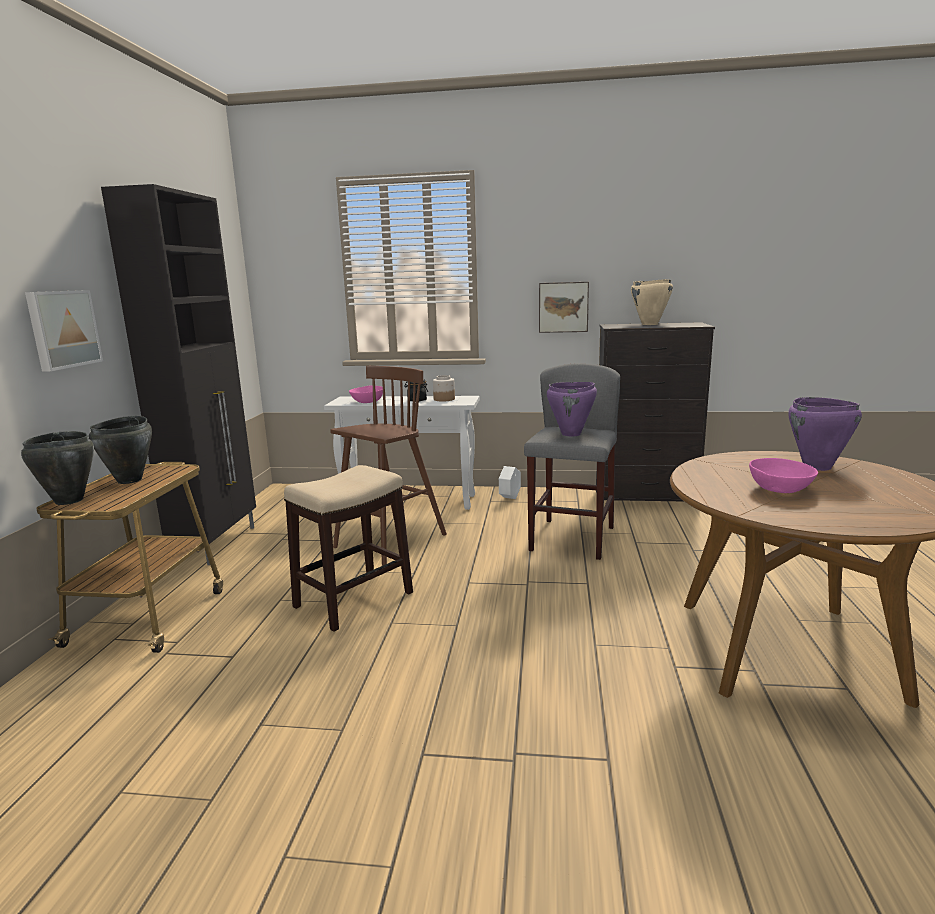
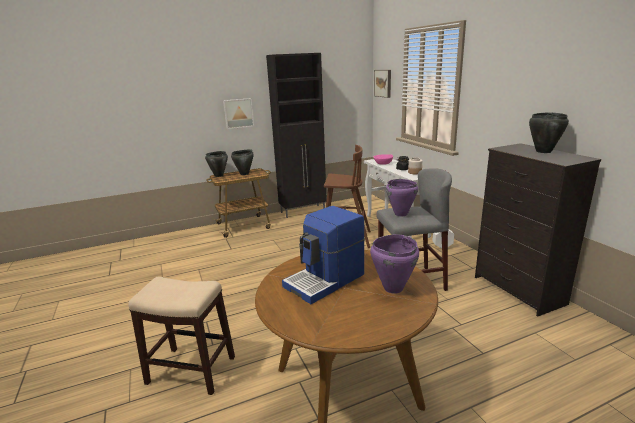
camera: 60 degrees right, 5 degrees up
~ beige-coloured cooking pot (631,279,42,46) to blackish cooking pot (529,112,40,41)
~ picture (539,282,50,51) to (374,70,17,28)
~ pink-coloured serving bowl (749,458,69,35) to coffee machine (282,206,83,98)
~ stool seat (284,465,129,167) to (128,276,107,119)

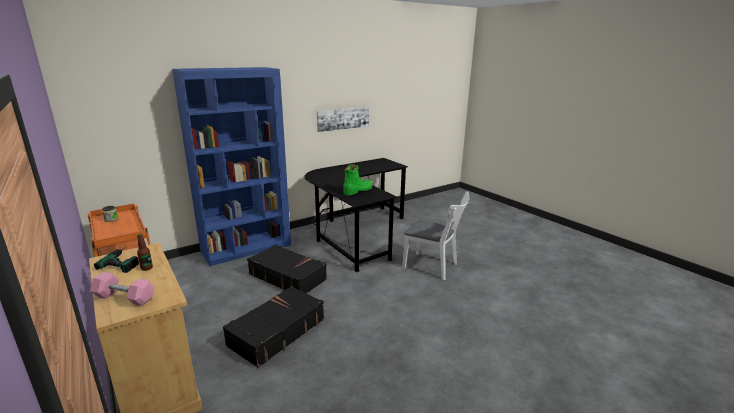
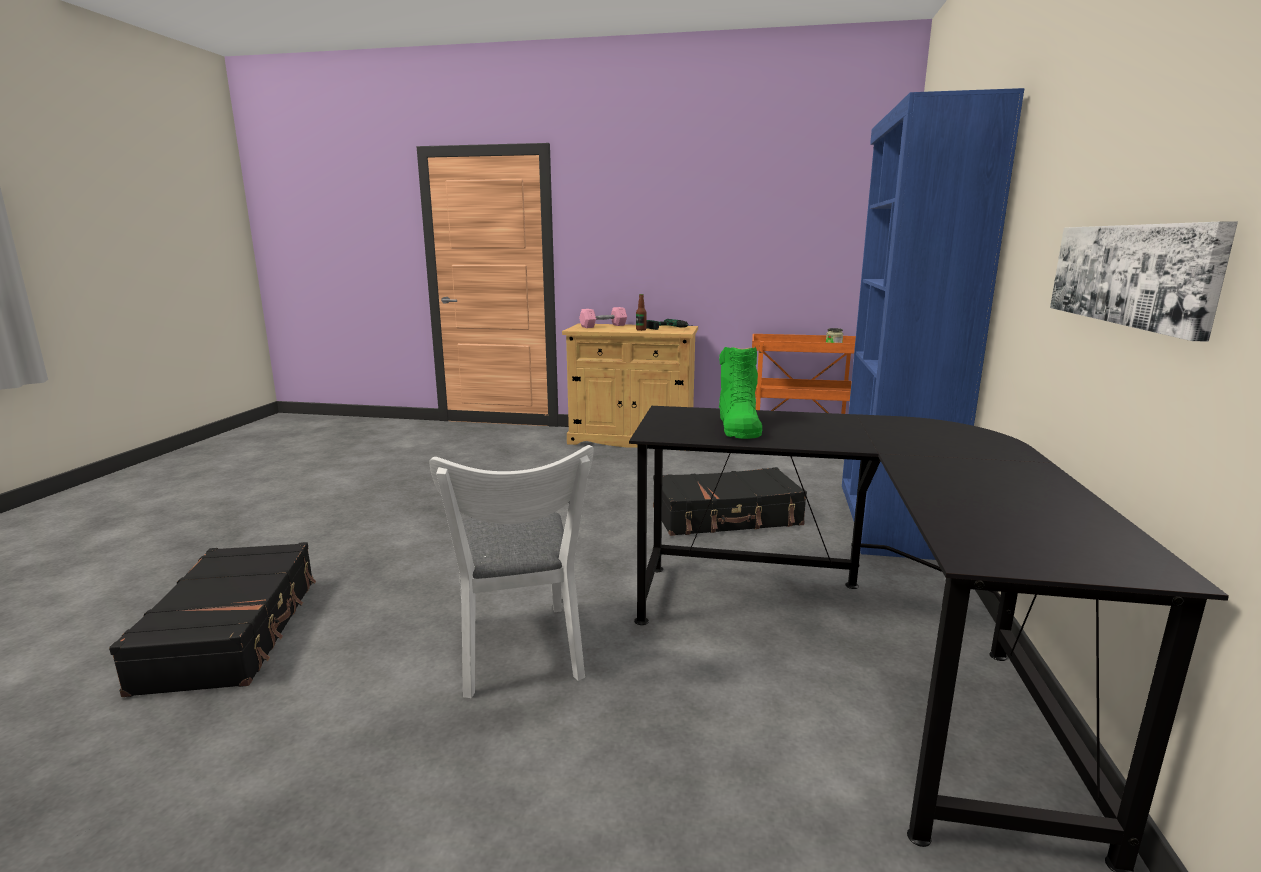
camera: 135 degrees right, 5 degrees down
~ whitish upright chair (402,191,67,89) = (430,445,164,253) 90 degrees counterclockwise
~ blackish travel case (223,286,101,82) to (109,542,207,155)

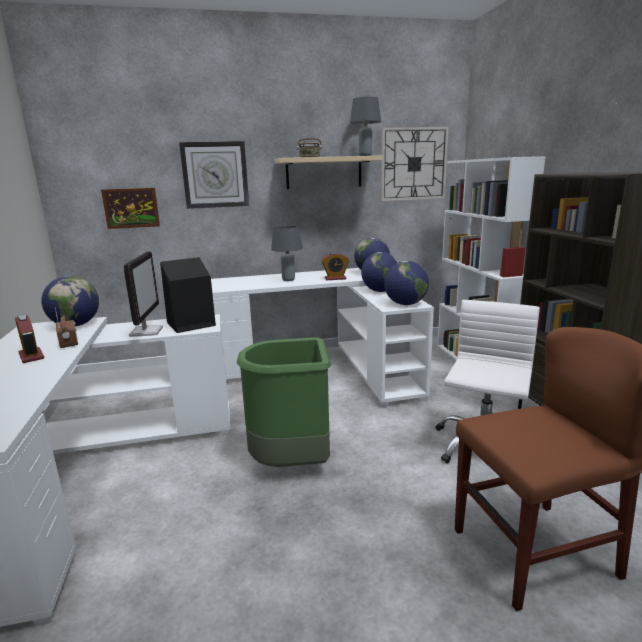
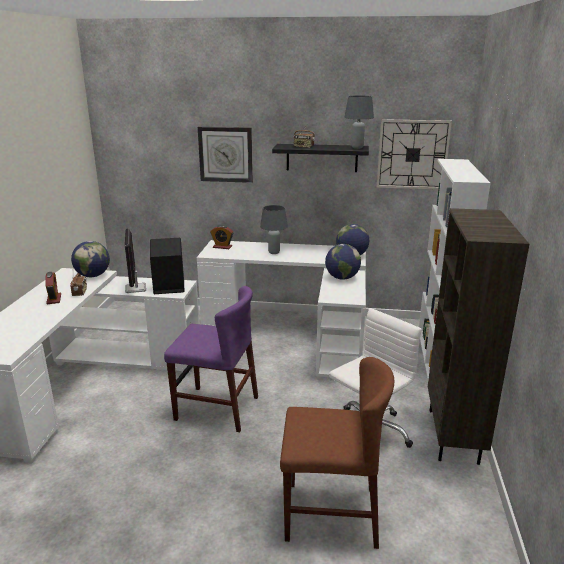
camera: 20 degrees right, 5 degrees up
~ beige-coloured wall shelf (274,156,109,33) to blackish wall shelf (272,144,97,28)
- picture (101,188,59,41)
~ monitor (124,251,39,86) = (125,228,21,65) 150 degrees clockwise
~ alarm clock (322,252,27,28) to (210,225,23,24)
- world globe (384,261,45,44)
~ greenish rubbish bin (237,337,94,130) to purple-coloured upright chair (164,286,94,146)

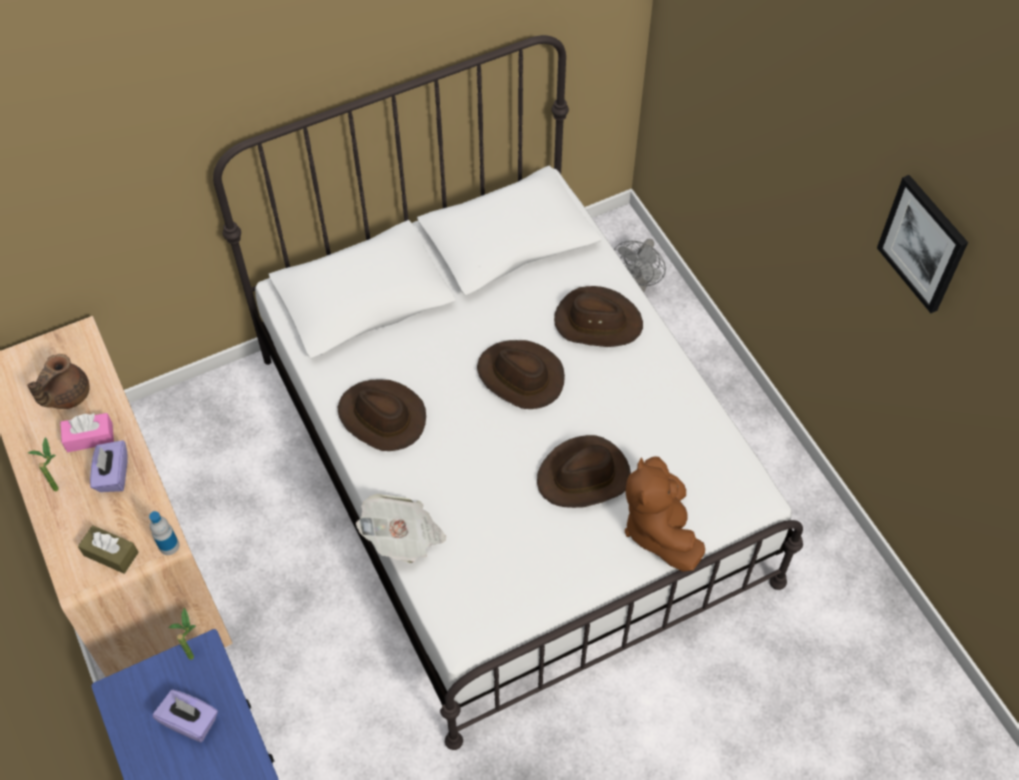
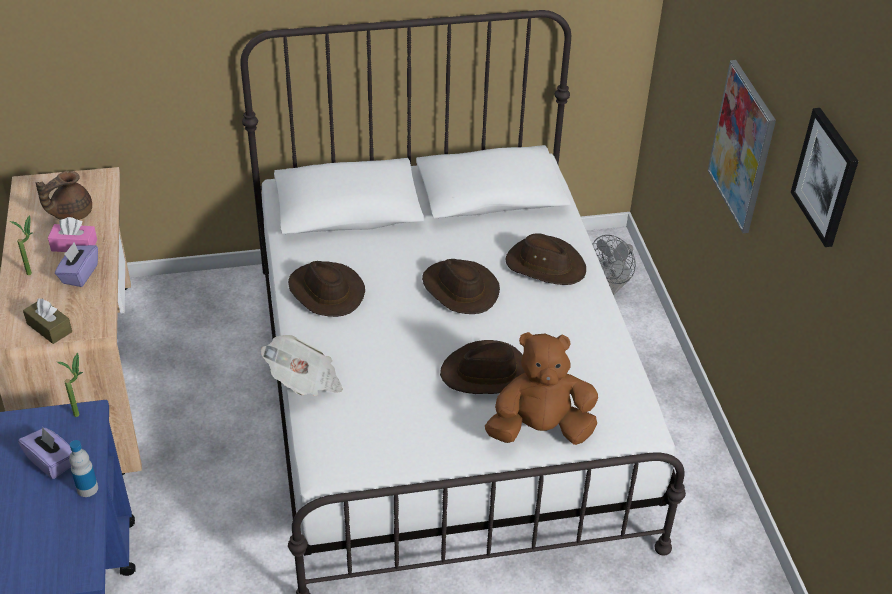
camera: 15 degrees right, 15 degrees down
~ brown plush toy (625,456,80,116) = (485,332,113,113) 75 degrees clockwise
~ drink bottle (149,511,30,44) to (69,440,29,57)
+ picture (708,60,68,173)

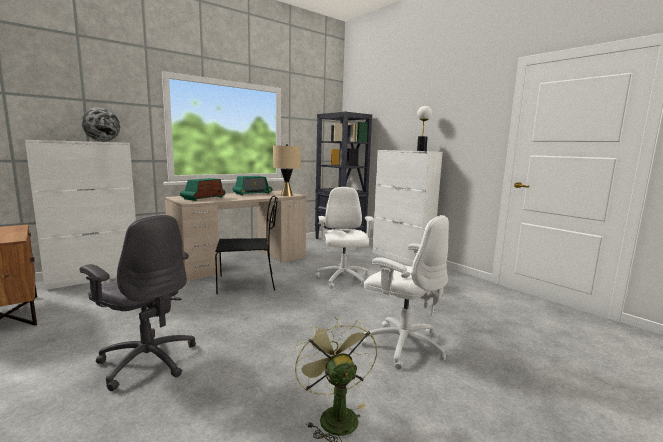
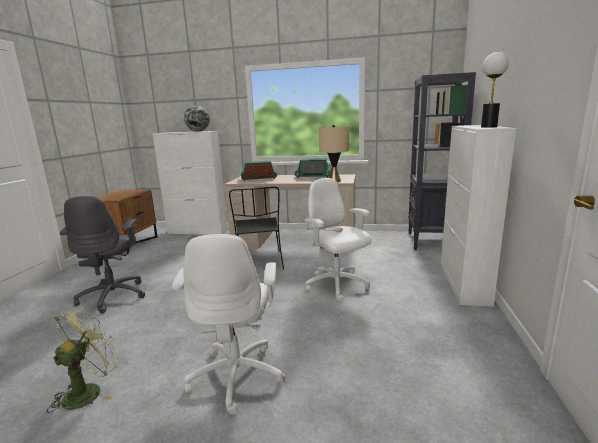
camera: 50 degrees right, 5 degrees up
~ whitish computer chair (315,187,59,101) = (304,178,67,124) 75 degrees counterclockwise
~ blackish upright chair (215,196,63,99) = (229,187,55,83) 45 degrees clockwise

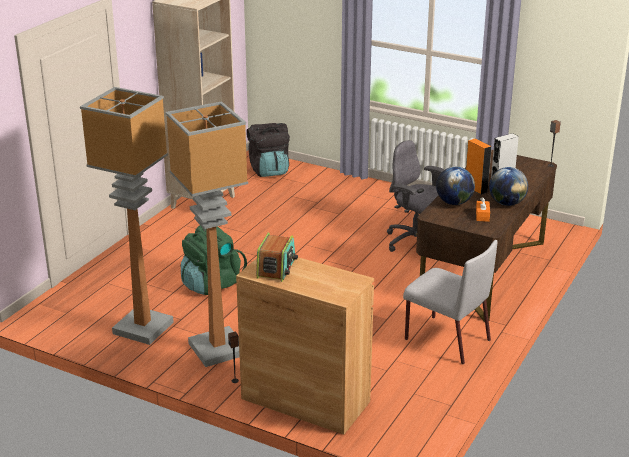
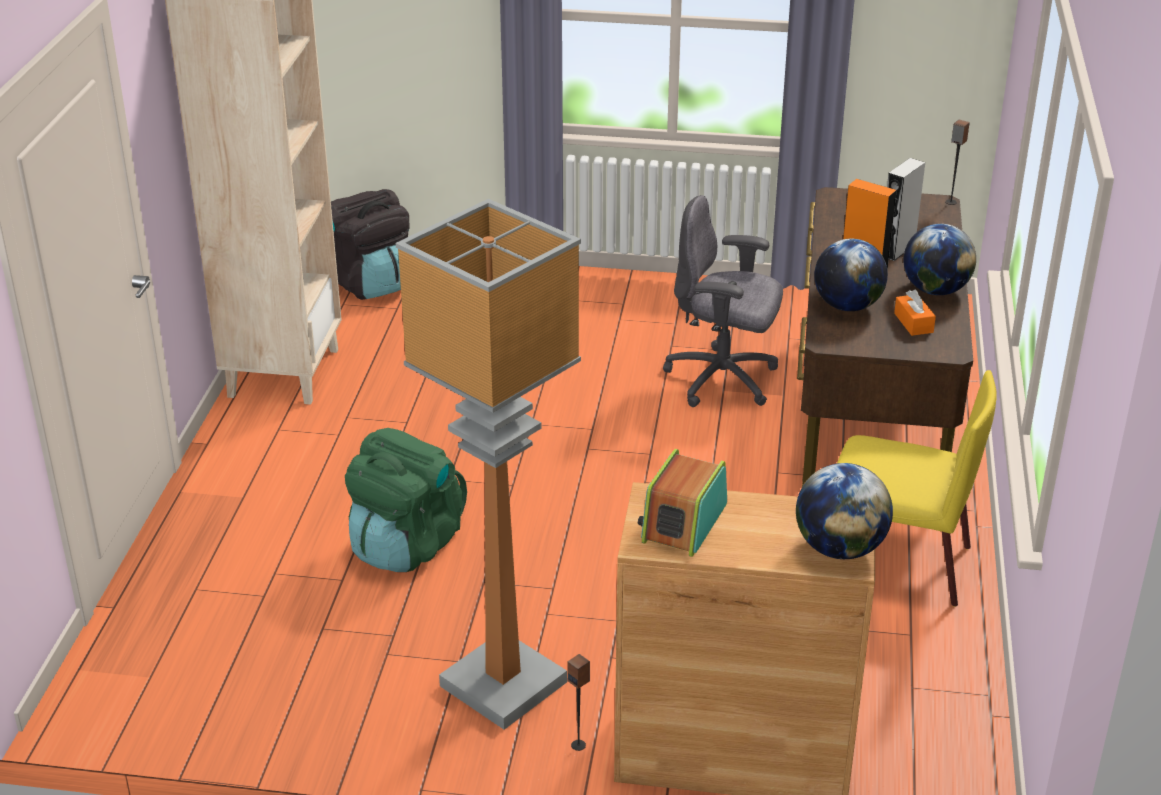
camera: 20 degrees left, 5 degrees up
- standard lamp (80,87,94,258)
~ radio set (256,233,42,49) = (638,449,89,108) 150 degrees counterclockwise
~ greyish upright chair (403,240,95,124) to yellow upright chair (837,370,160,237)
+ world globe (796,463,97,96)

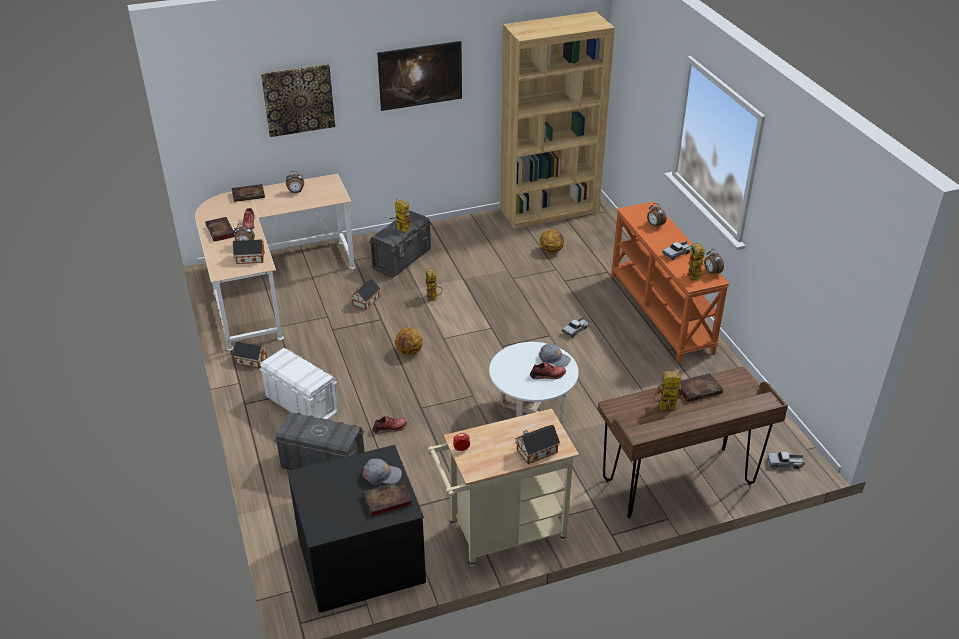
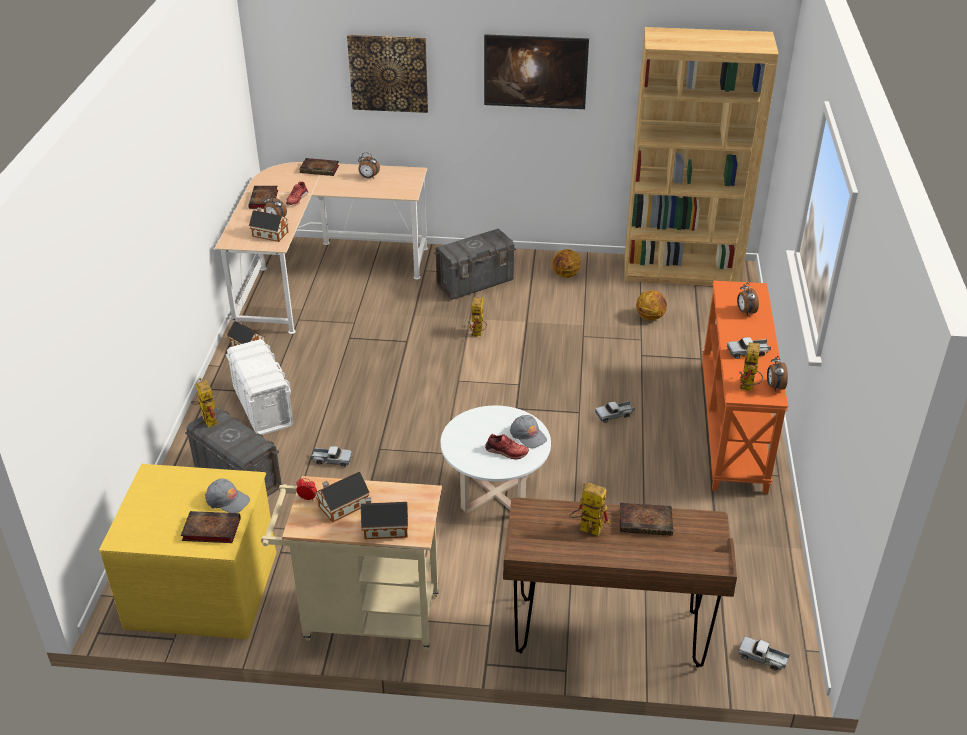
camera: 25 degrees right, 0 degrees up
~ model robot (389,198,23,35) to (191,378,28,50)
~ toy house (350,279,30,31) to (314,472,56,50)
~ basketball (395,328,28,27) to (552,249,29,29)
~ red shoe (373,416,34,18) to model truck (311,446,42,21)
~ blackish dresser (287,445,139,168) to yellow dresser (99,464,177,175)

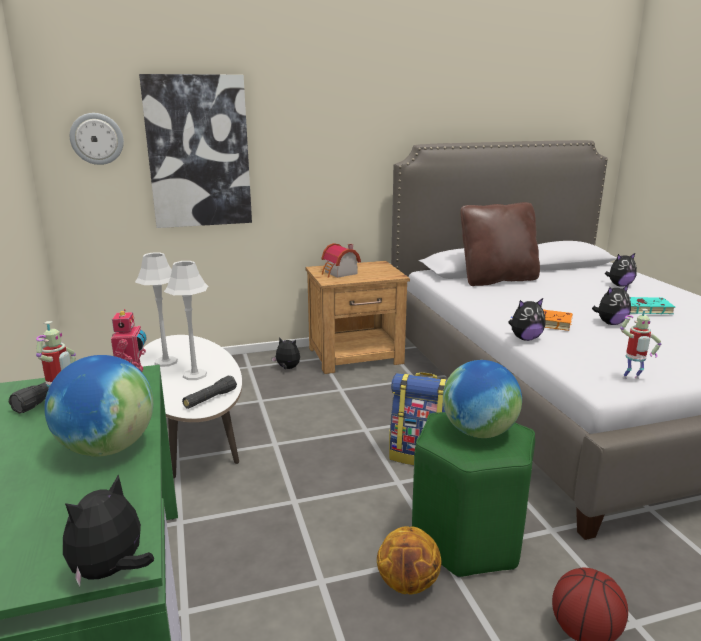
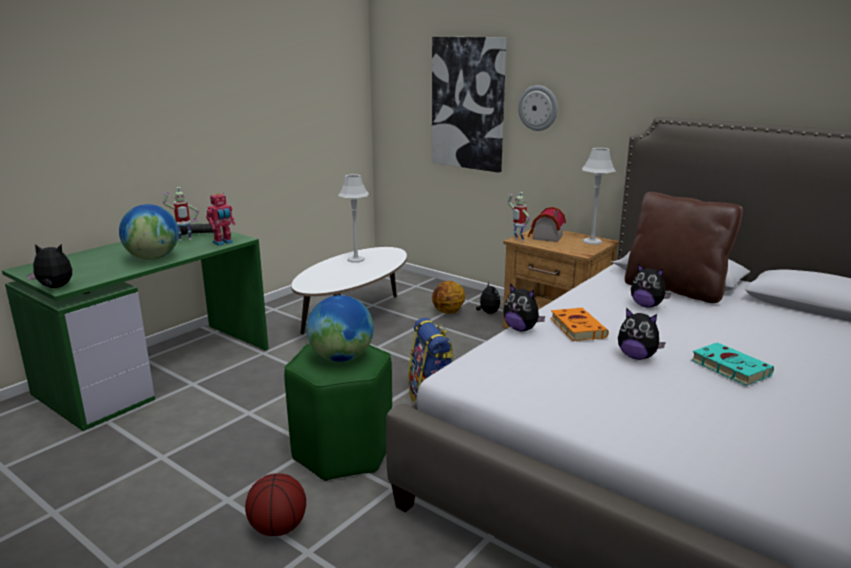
camera: 55 degrees right, 0 degrees up
~ wall clock (70,113,54,52) to (518,85,40,46)
~ plush toy (605,253,32,34) to (631,264,40,44)
~ greyish tabletop lamp (164,261,44,119) to (582,148,34,97)
~ model robot (620,309,41,70) to (508,192,22,49)
- blackish torch (182,376,55,33)
~ basketball (377,526,64,68) to (432,281,33,33)

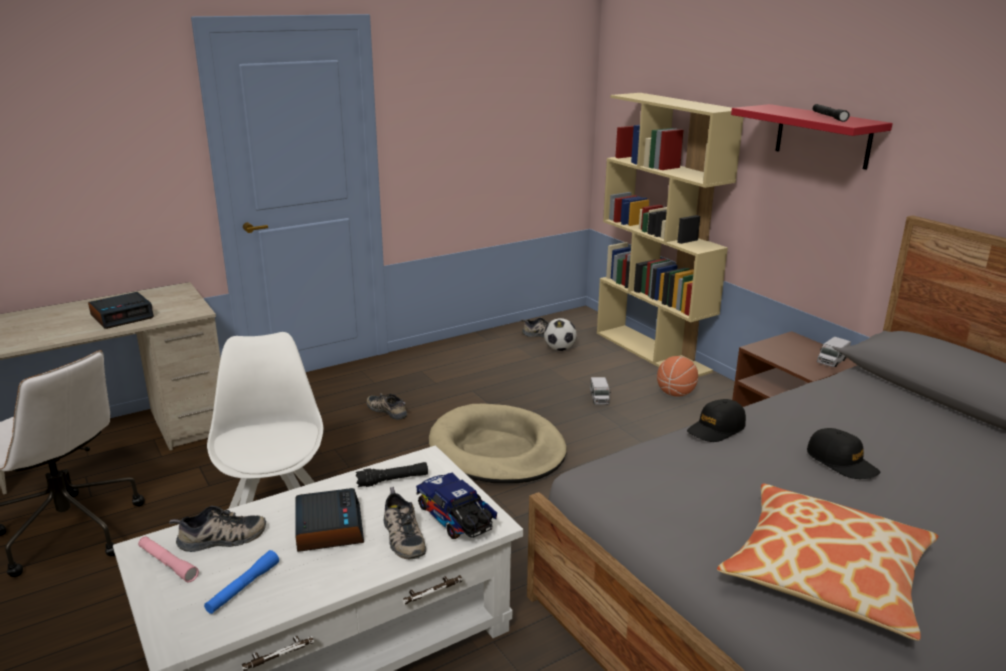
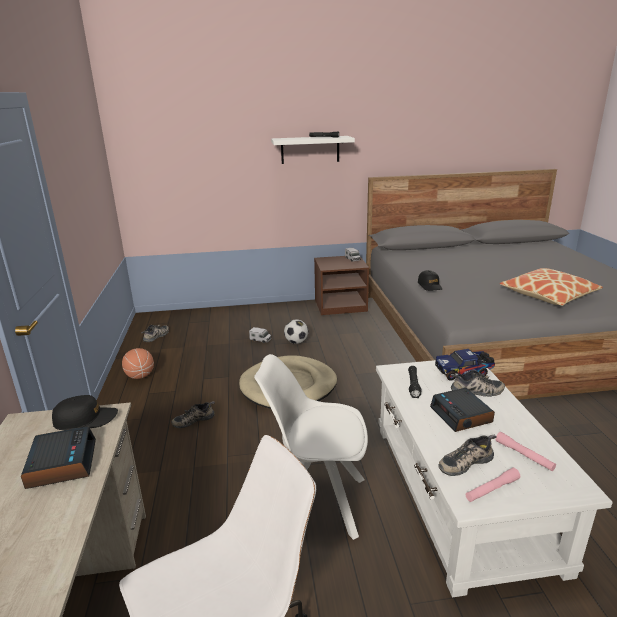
camera: 65 degrees left, 0 degrees up
- beige-coloured bookcase (597,93,147,284)
~ red wall shelf (731,104,162,66) to whitish wall shelf (271,136,84,28)
~ ball for football (544,318,33,33) to (284,319,24,25)
~ basketball (657,356,41,41) to (122,348,32,31)
~ blackish cap (807,428,73,51) to (52,395,66,35)
~ alarm clock (296,488,68,64) = (430,388,65,44) 120 degrees counterclockwise
~ shoe (169,506,97,46) = (438,435,59,41) 120 degrees counterclockwise
~ blue torch (204,550,75,64) to pink-coloured torch (495,432,61,39)

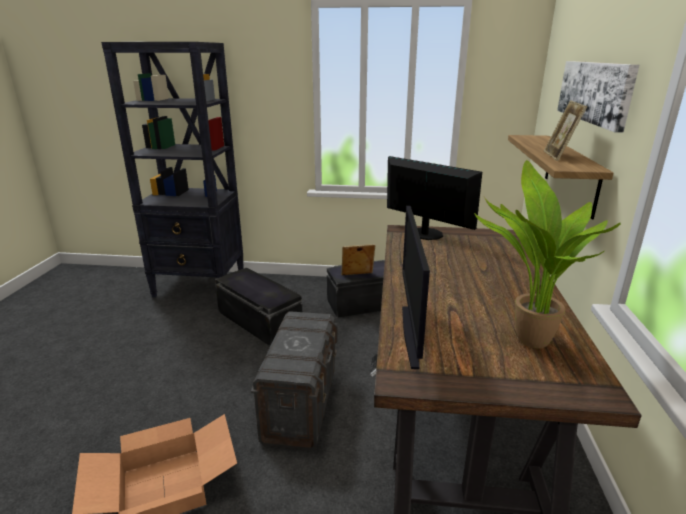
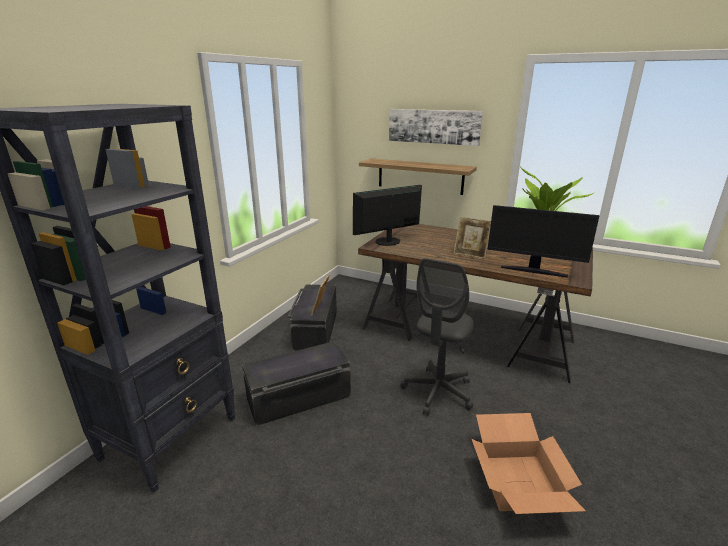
camera: 70 degrees left, 0 degrees up
~ standing frame (544,100,43,61) to (453,217,38,42)
~ greyish storage bin (251,311,87,139) to greyish computer chair (400,258,74,157)

